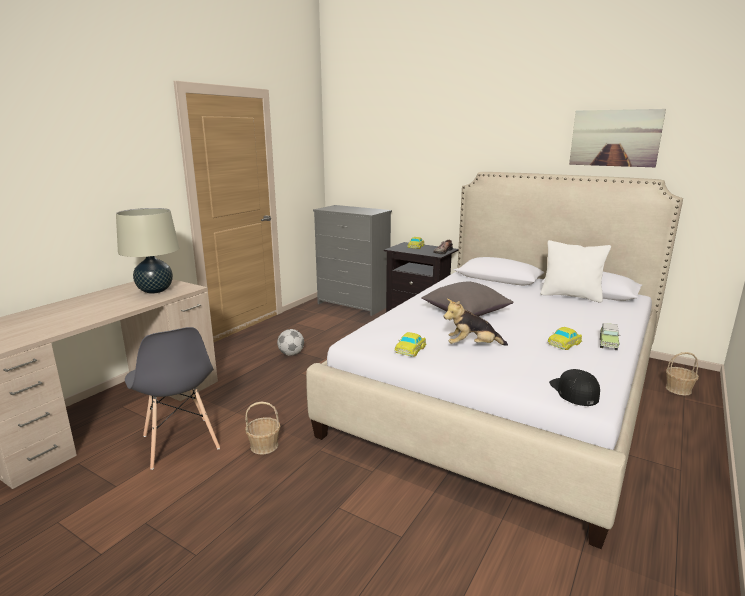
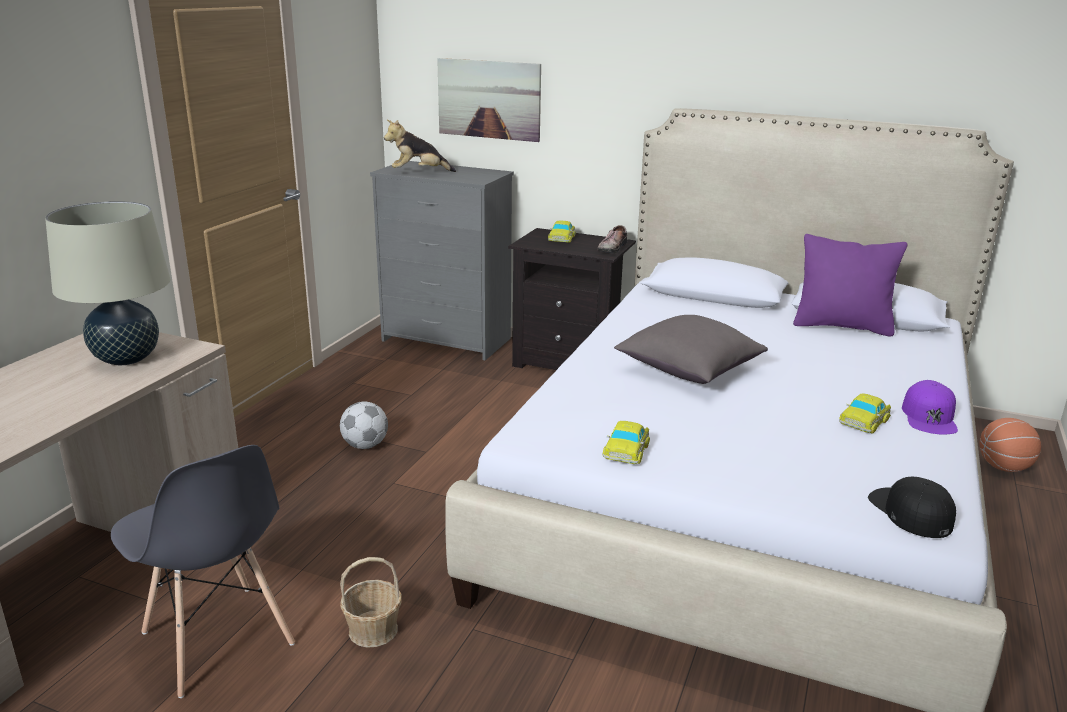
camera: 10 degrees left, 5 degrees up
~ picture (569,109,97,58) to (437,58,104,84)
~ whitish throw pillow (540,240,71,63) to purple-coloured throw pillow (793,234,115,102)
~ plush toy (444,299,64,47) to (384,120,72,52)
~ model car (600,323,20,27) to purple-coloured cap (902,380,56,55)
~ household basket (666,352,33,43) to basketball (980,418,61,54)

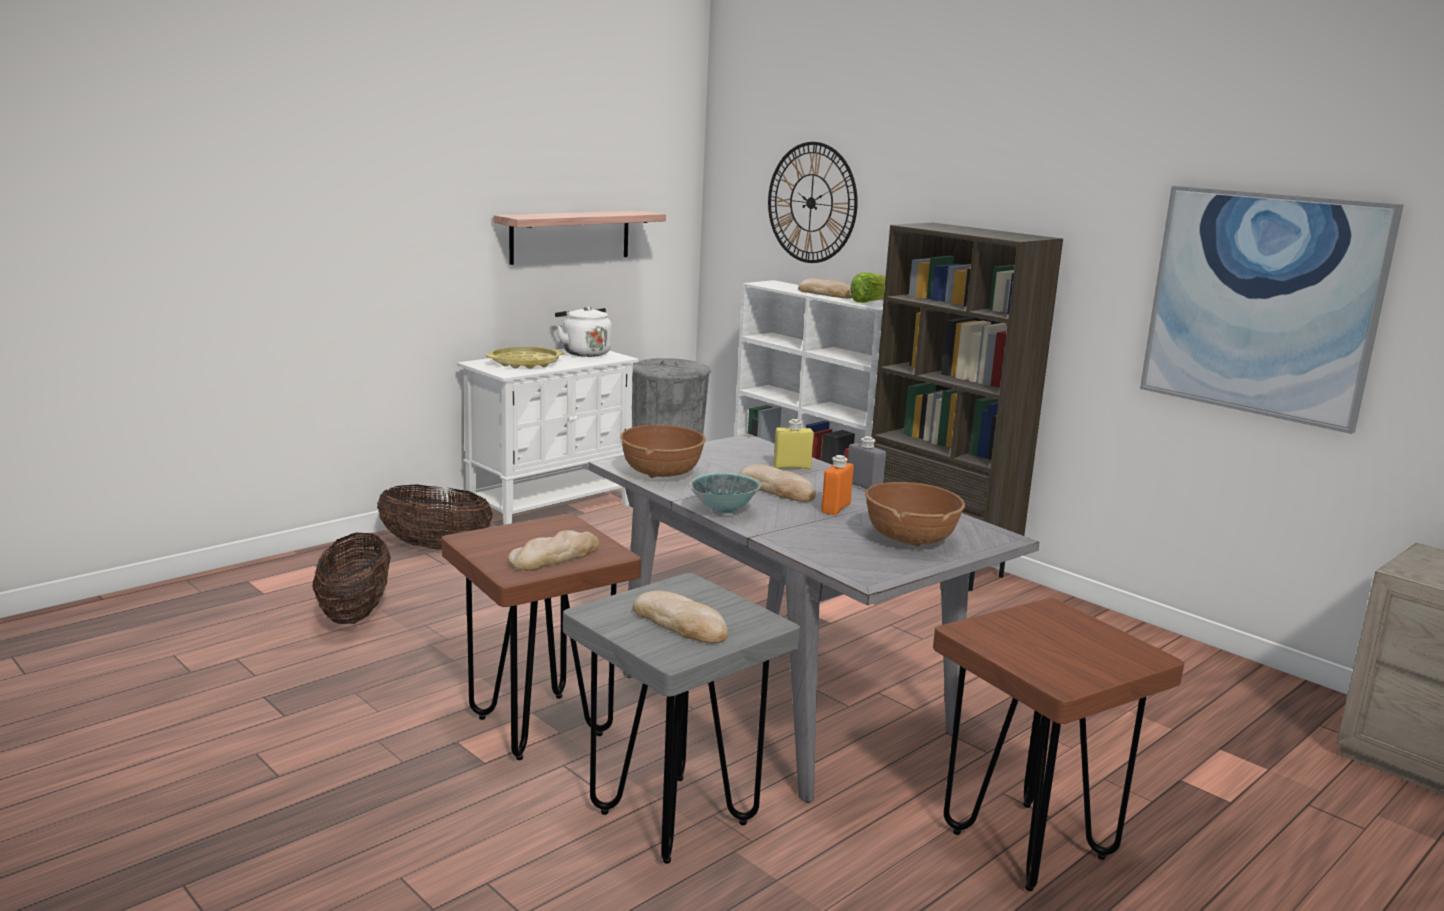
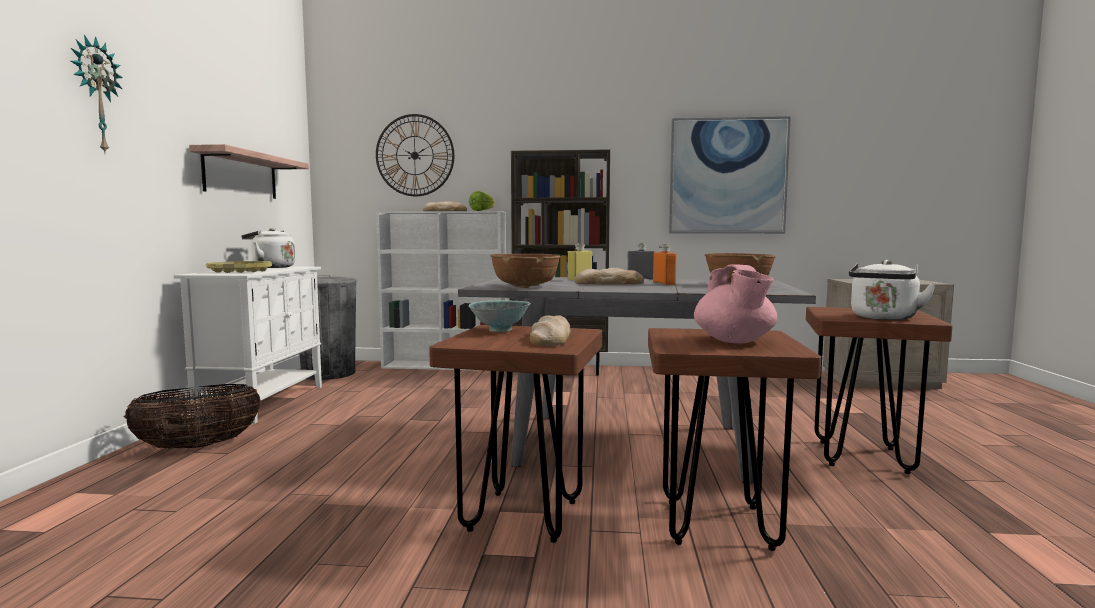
camera: 40 degrees left, 10 degrees down
~ serving bowl (689,473,72,43) to (468,300,63,32)
- household basket (312,533,79,91)
~ greyish stool seat (563,573,237,291) to brown stool seat (648,328,173,223)
~ bakery bread (633,591,95,53) to pink-coloured pot for tea (694,264,83,79)
+ wall clock (71,35,52,120)
+ whitish kettle (849,260,87,60)

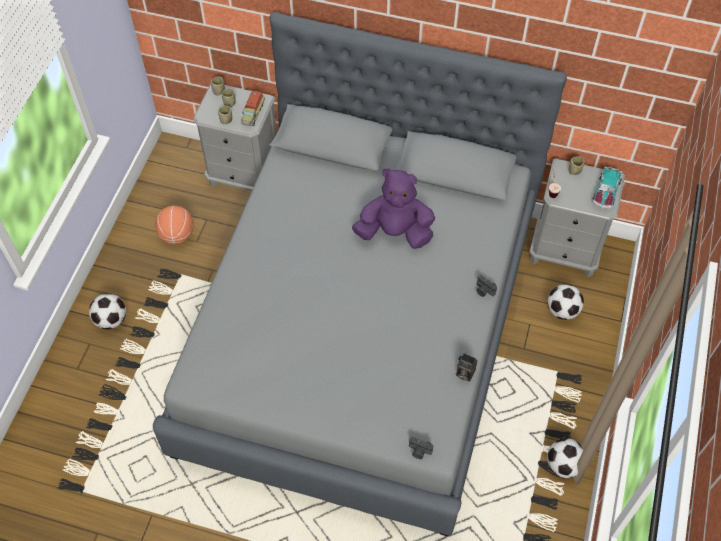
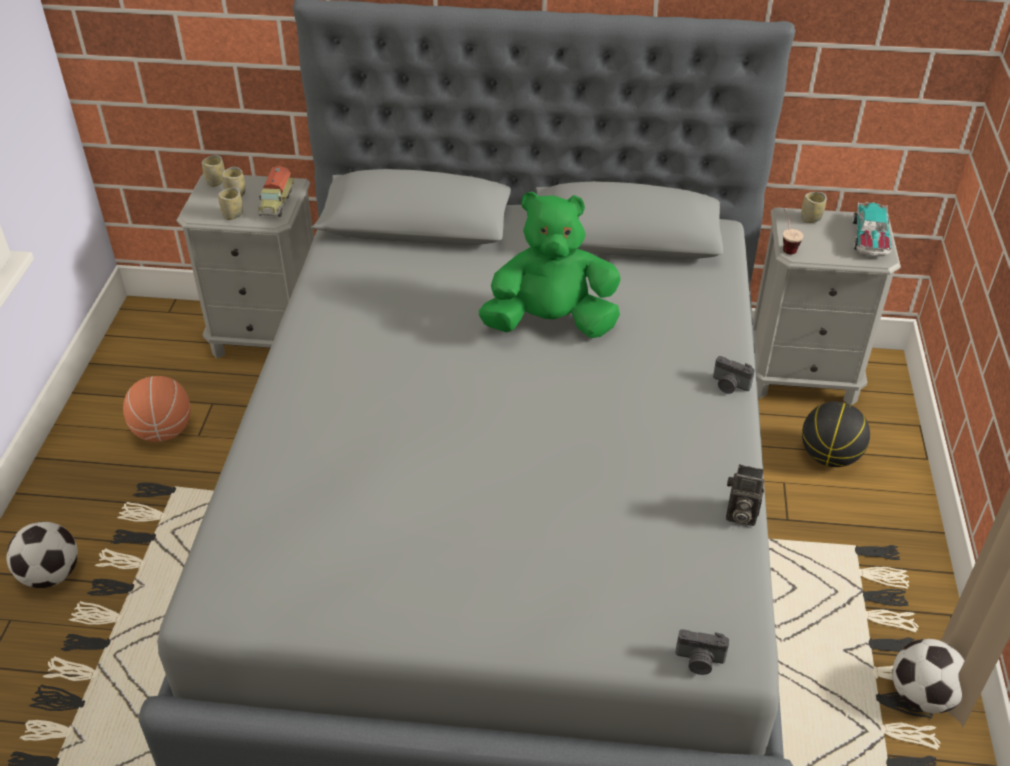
camera: 10 degrees left, 15 degrees down
~ purple-coloured plush toy (352,168,83,81) to greenish plush toy (479,191,141,147)
~ ball for football (548,284,36,36) to basketball (802,401,68,66)

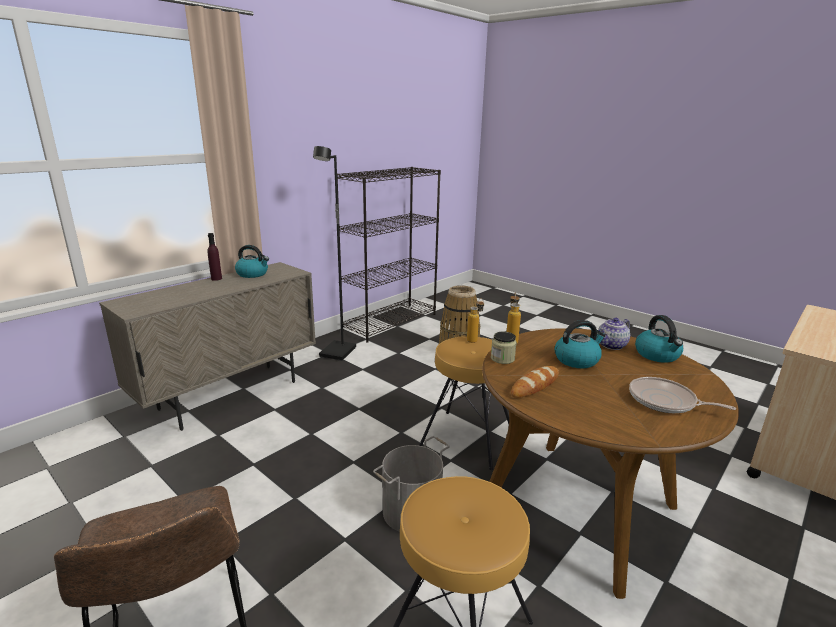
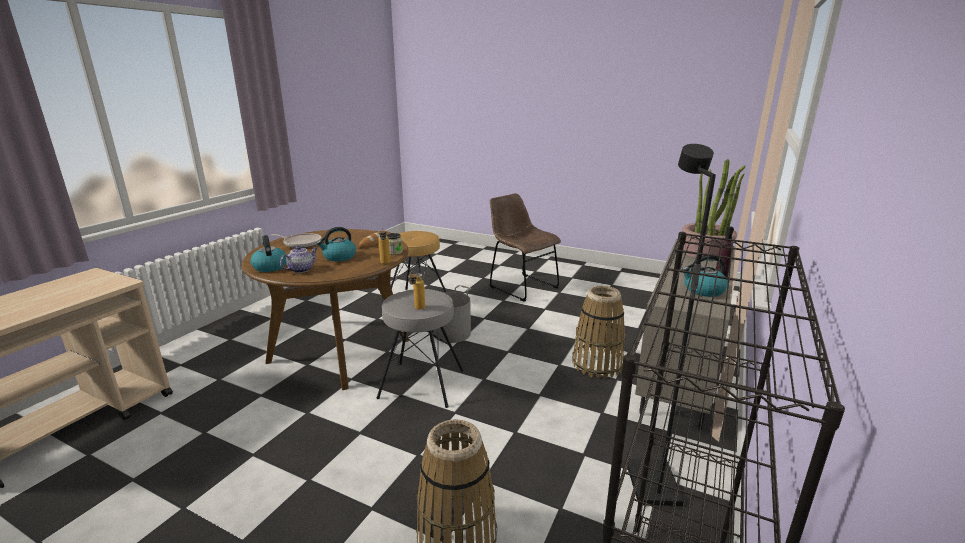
camera: 165 degrees right, 0 degrees up
~ brown stool seat (419,336,90,134) to greyish stool seat (376,289,88,119)
+ plant in a pot (682,159,64,99)
+ household basket (572,286,53,92)

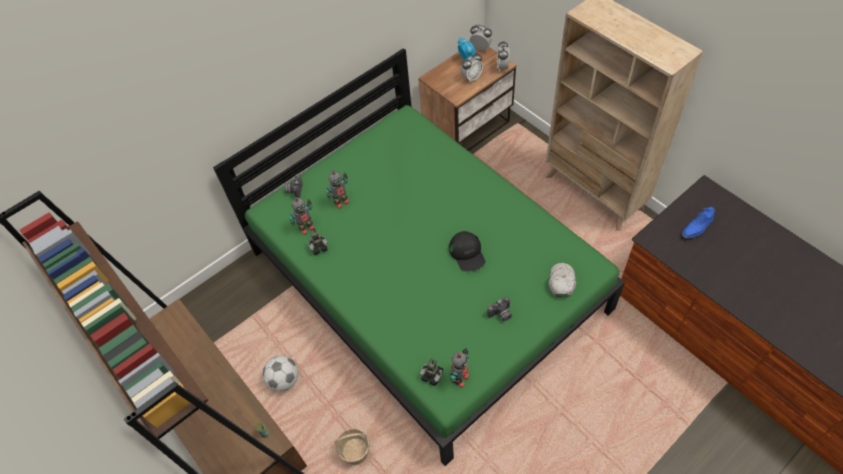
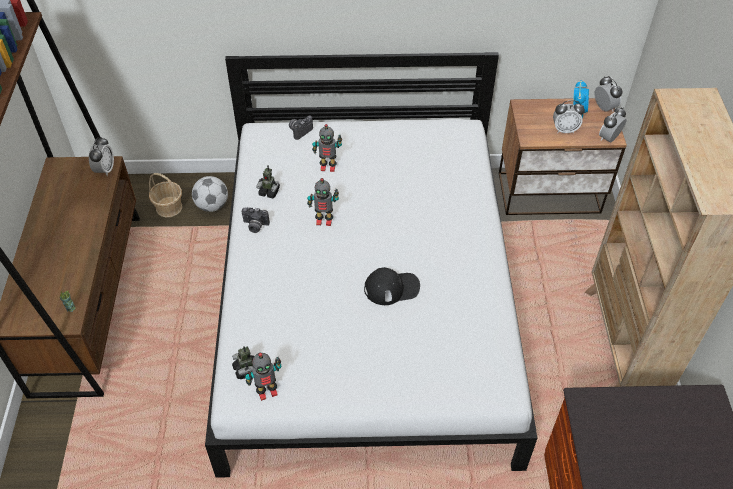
camera: 35 degrees right, 5 degrees down
~ greenish sleeping bed (213,48,412,418) to whitish sleeping bed (205,52,332,426)
~ model robot (289,197,25,38) to (307,178,32,48)
- blue shoe (682,207,34,31)
~ blackish cap (449,231,36,40) = (364,267,56,38) 120 degrees counterclockwise
- whitish cap (549,263,27,35)
~ still camera (487,297,25,24) to (241,207,29,26)
~ ball for football (263,356,35,35) to (192,176,36,36)
~ household basket (335,428,35,37) to (149,173,33,44)
+ alarm clock (89,137,25,39)

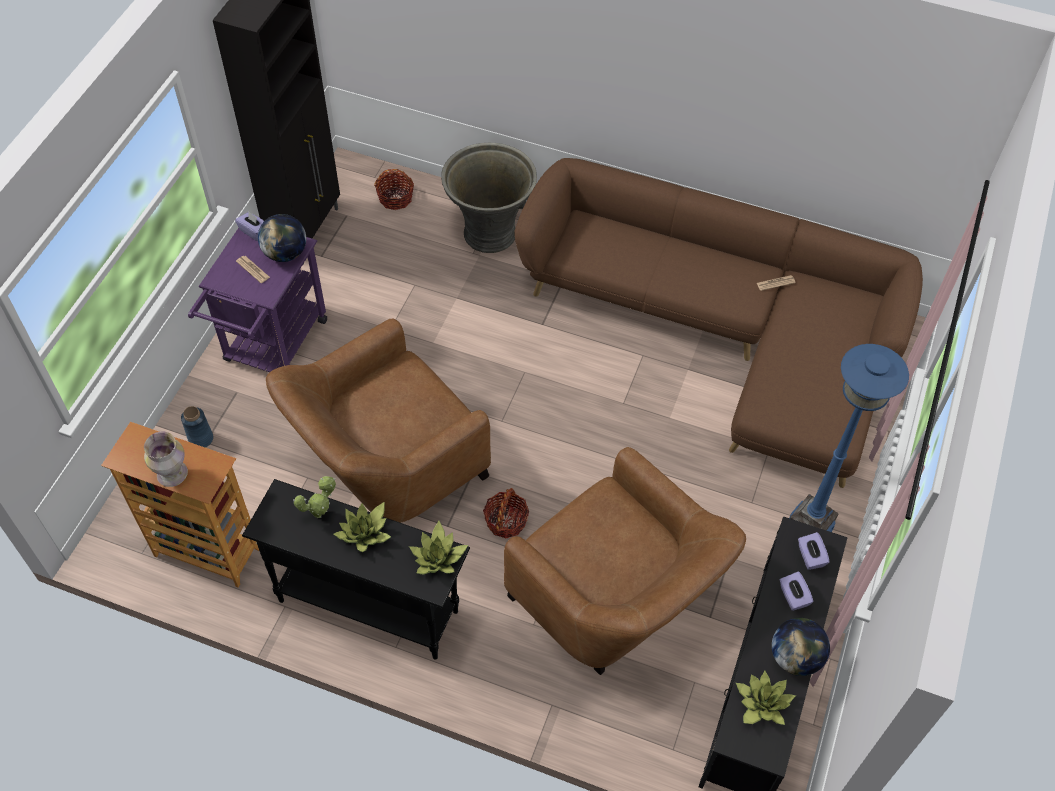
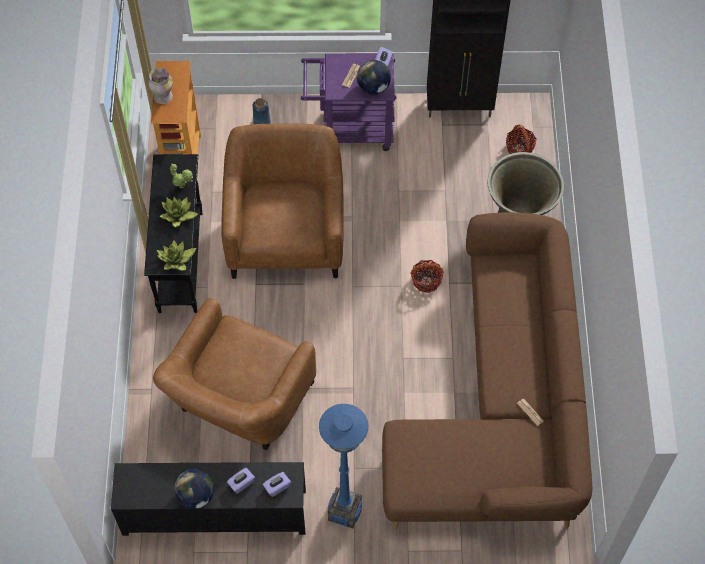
camera: 70 degrees right, 5 degrees up
~ brown lounge chair (266,319,225,204) = (221,124,123,155) 60 degrees clockwise
~ household basket (483,488,46,50) to (410,260,34,33)
- plant in a pot (736,671,60,54)

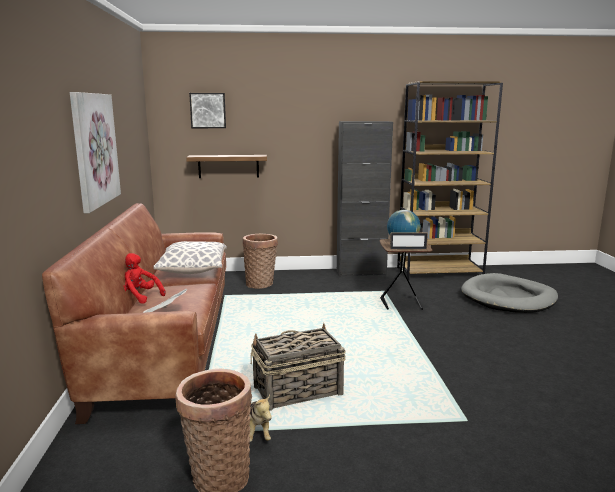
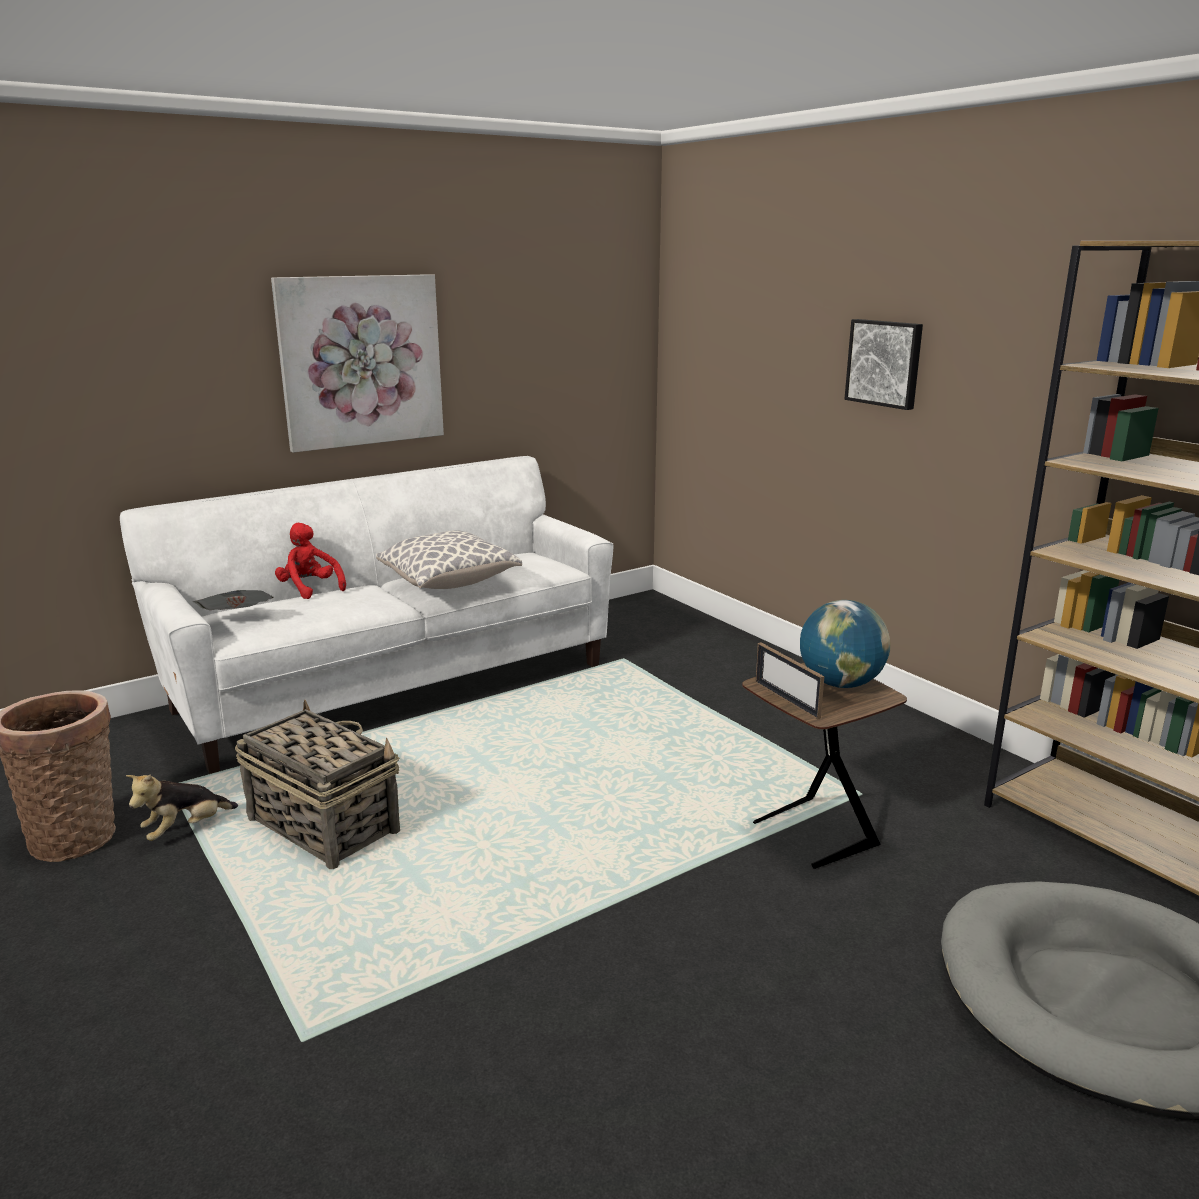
camera: 60 degrees right, 5 degrees up
~ picture (189,93,37,35) to (844,319,79,91)
- blackish cabinet (337,121,56,156)
- wall shelf (186,155,81,23)
~ brown sofa (42,203,184,221) to whitish sofa (120,456,493,318)
- household basket (242,234,36,55)
~ red plush toy (123,253,43,51) = (275,523,71,76) 45 degrees counterclockwise

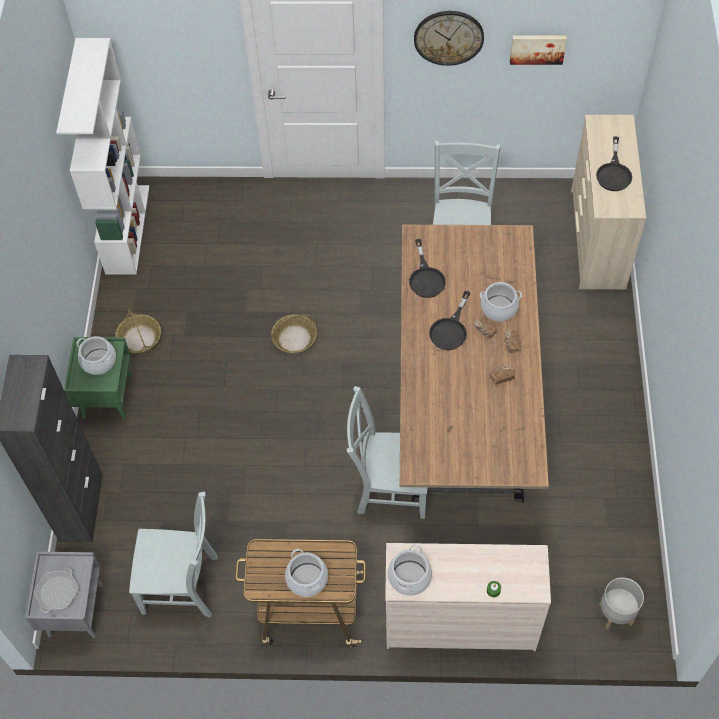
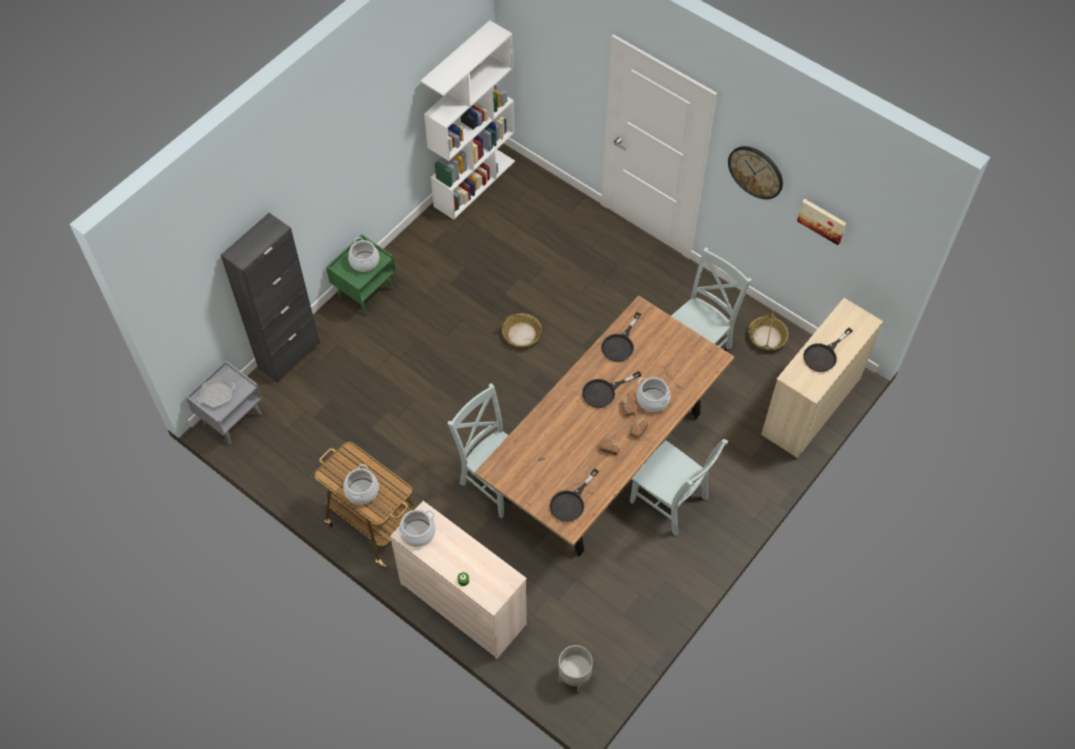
camera: 35 degrees right, 0 degrees up
~ household basket (115,309,46,44) to (748,310,40,40)
~ greyish upright chair (129,491,89,127) to (630,439,98,97)
+ blackish skillet (550,468,49,54)

